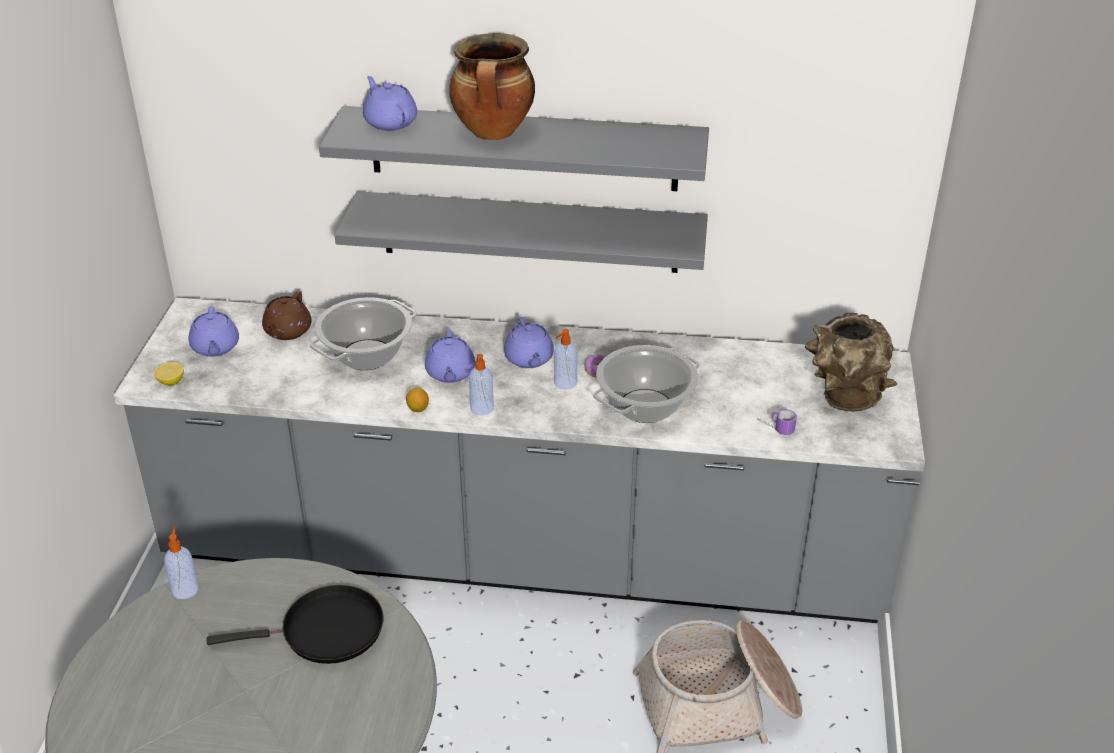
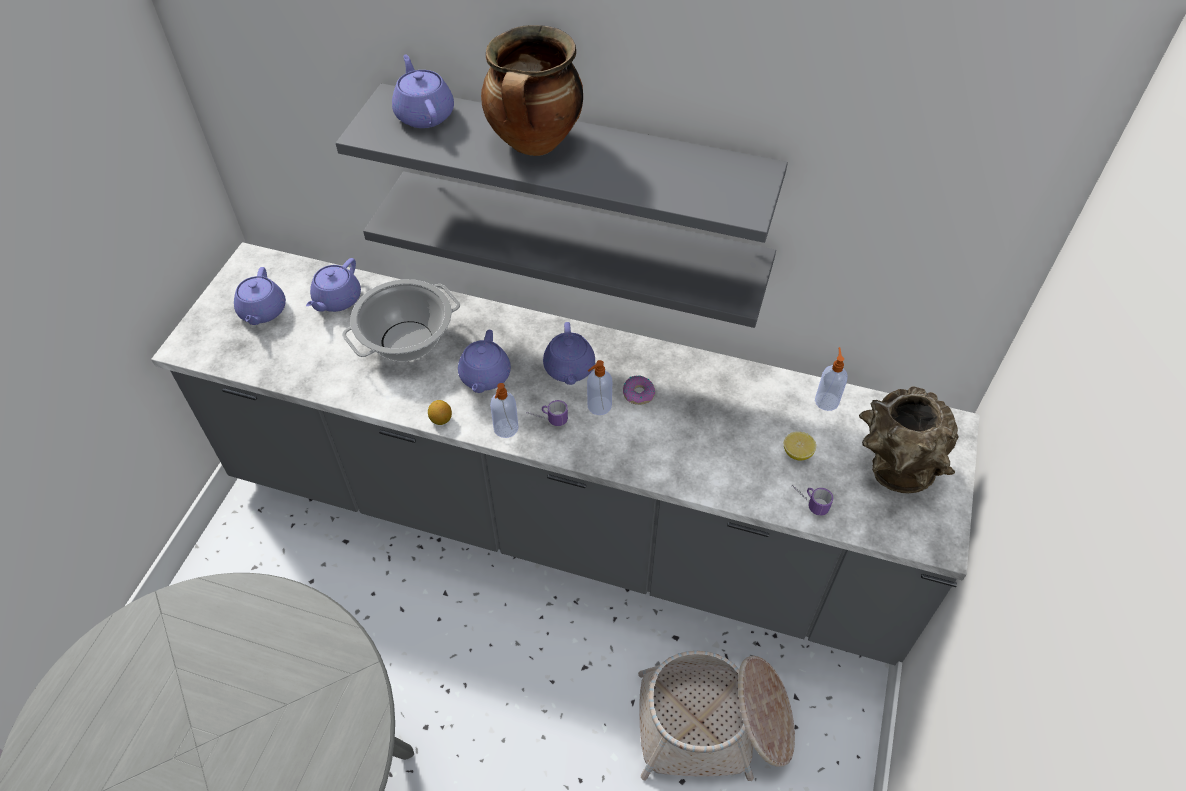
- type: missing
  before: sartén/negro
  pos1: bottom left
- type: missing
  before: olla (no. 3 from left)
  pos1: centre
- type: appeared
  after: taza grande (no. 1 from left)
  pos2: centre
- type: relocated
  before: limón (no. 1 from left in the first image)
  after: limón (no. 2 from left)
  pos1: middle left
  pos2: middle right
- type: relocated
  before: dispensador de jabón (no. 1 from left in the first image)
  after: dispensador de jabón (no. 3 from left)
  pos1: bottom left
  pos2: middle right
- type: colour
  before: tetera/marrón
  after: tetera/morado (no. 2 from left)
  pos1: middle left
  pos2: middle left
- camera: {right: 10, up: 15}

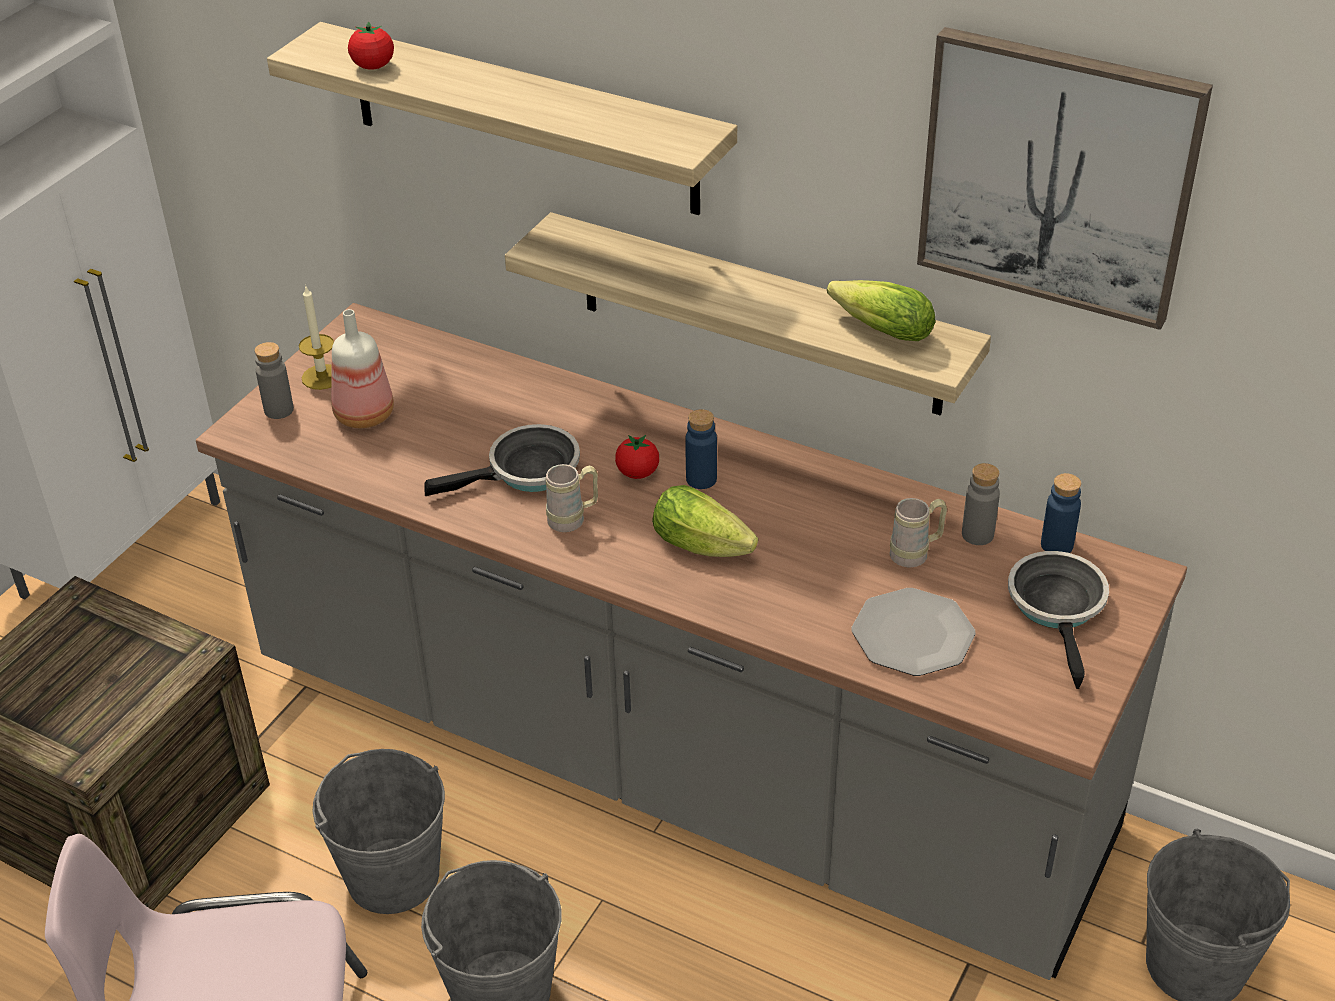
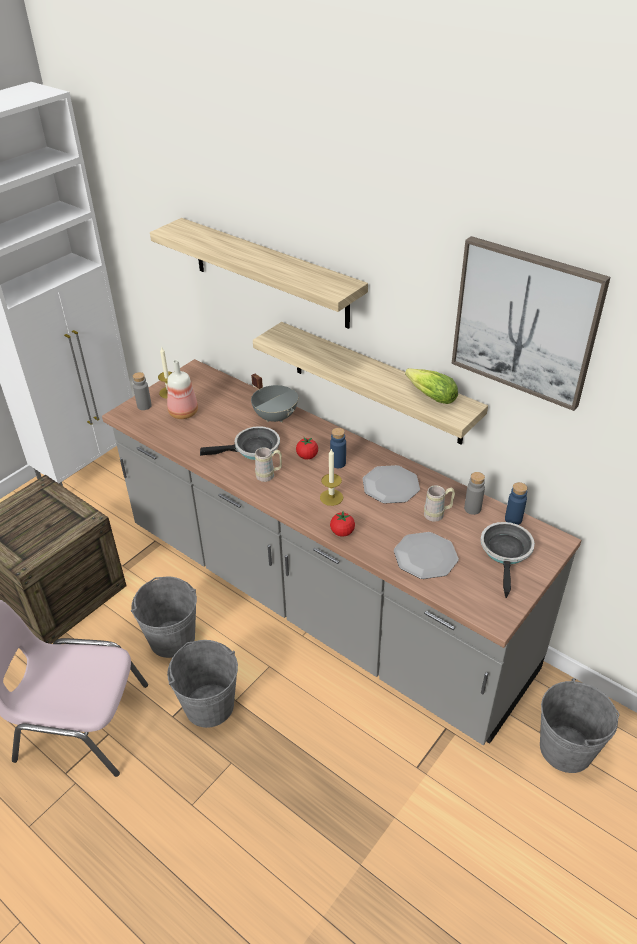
- type: appeared
  after: olla/gris
  pos2: centre
- type: appeared
  after: plato (no. 1 from left)
  pos2: centre
- type: relocated
  before: tomate (no. 1 from left in the first image)
  after: tomate (no. 2 from left)
  pos1: top left
  pos2: centre
- type: exchanged
  before: lechuga (no. 1 from left)
  after: vela (no. 2 from left)
  pos1: centre
  pos2: centre
- camera: {right: 10, up: 0}

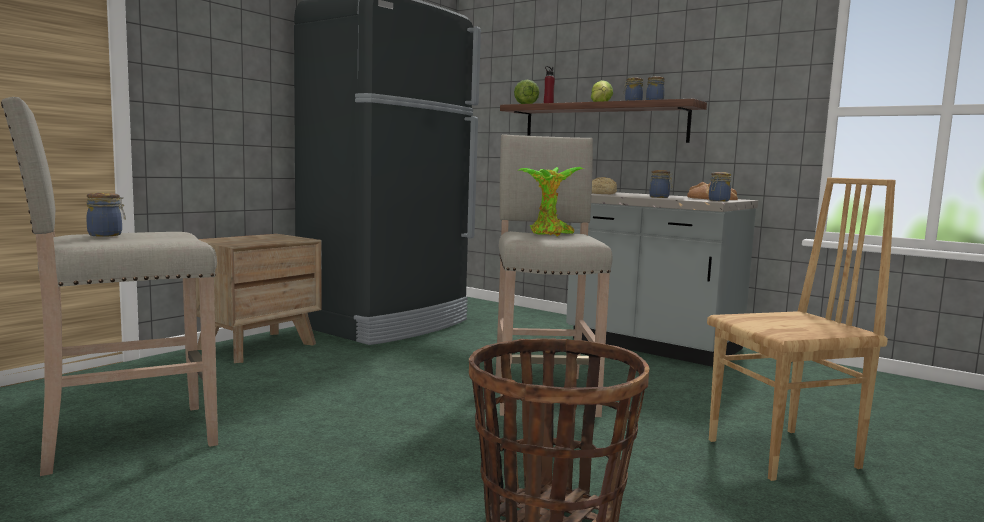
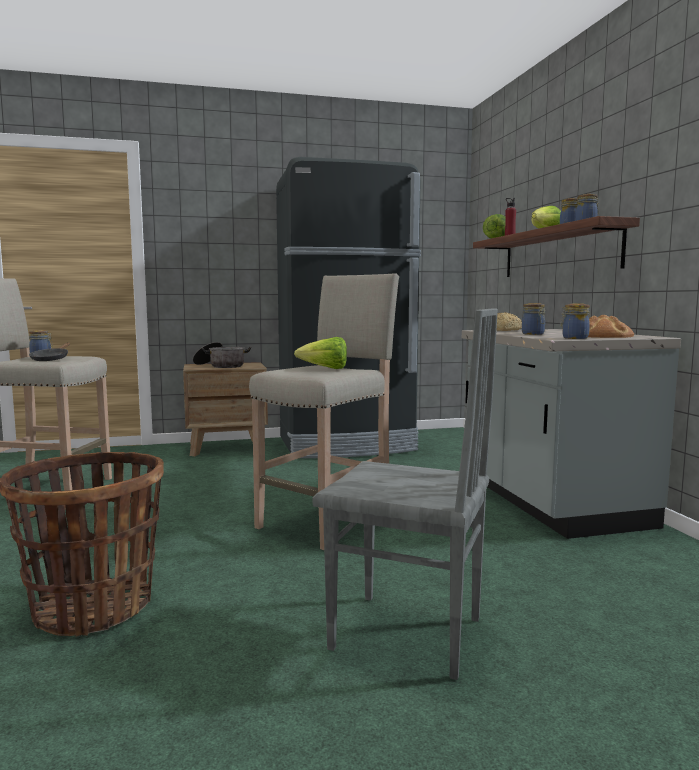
- type: appeared
  after: sartén/negro
  pos2: middle left
- type: appeared
  after: olla
  pos2: middle left
- type: exchanged
  before: planta en maceta
  after: lechuga (no. 1 from left)
  pos1: centre
  pos2: centre
- type: colour
  before: silla/marrón
  after: silla/gris
  pos1: middle right
  pos2: centre
- camera: {right: 40, up: 0}

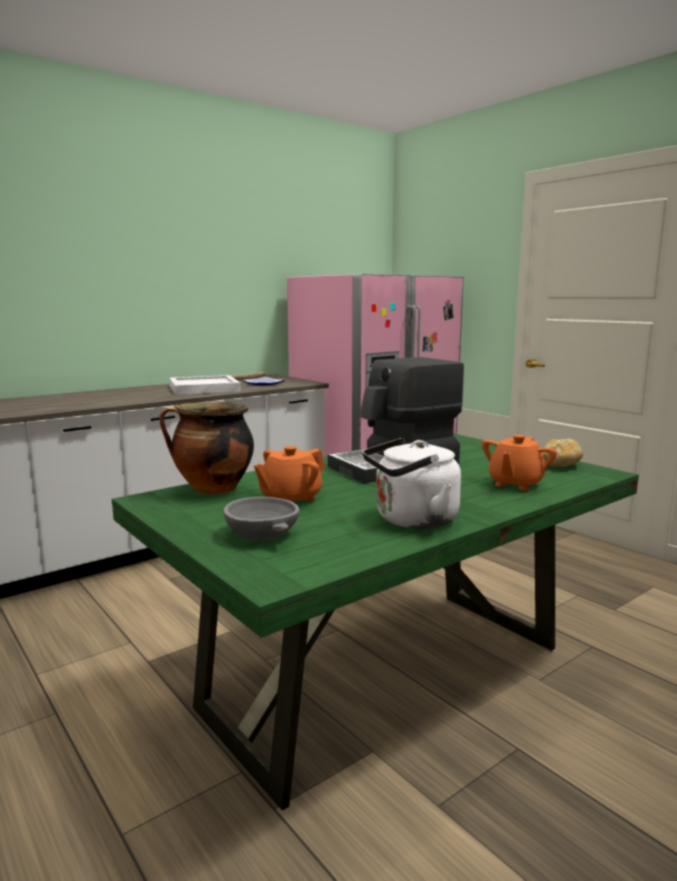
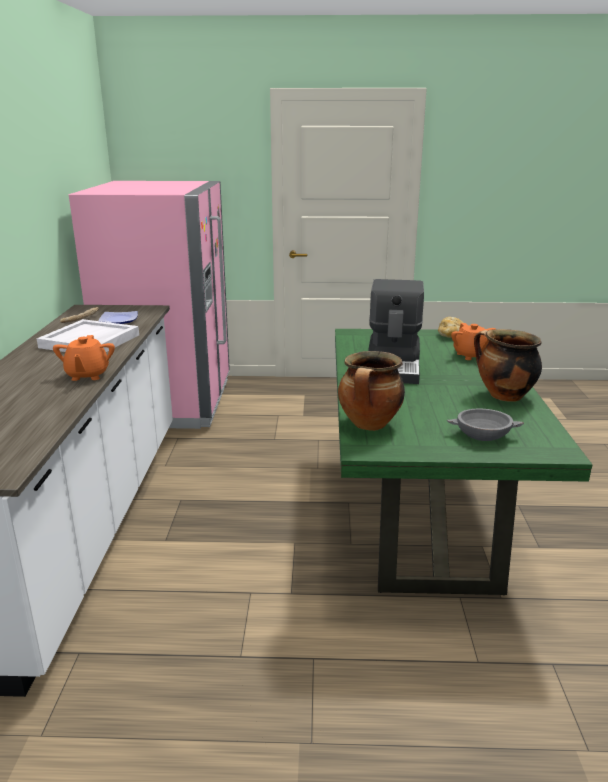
- type: relocated
  before: tetera/naranja (no. 1 from left)
  pos1: centre
  pos2: middle left
- type: exchanged
  before: hervidor/blanco
  after: olla (no. 2 from left)
  pos1: centre
  pos2: middle right
- camera: {right: -50, up: 10}

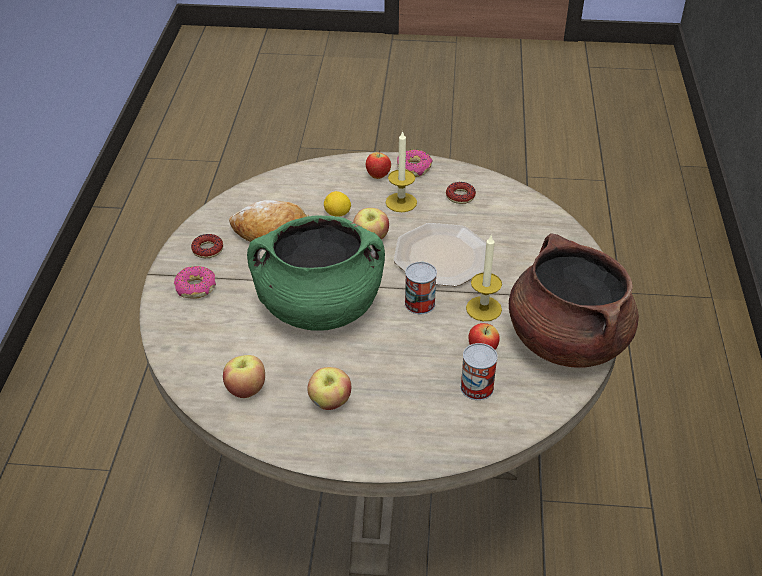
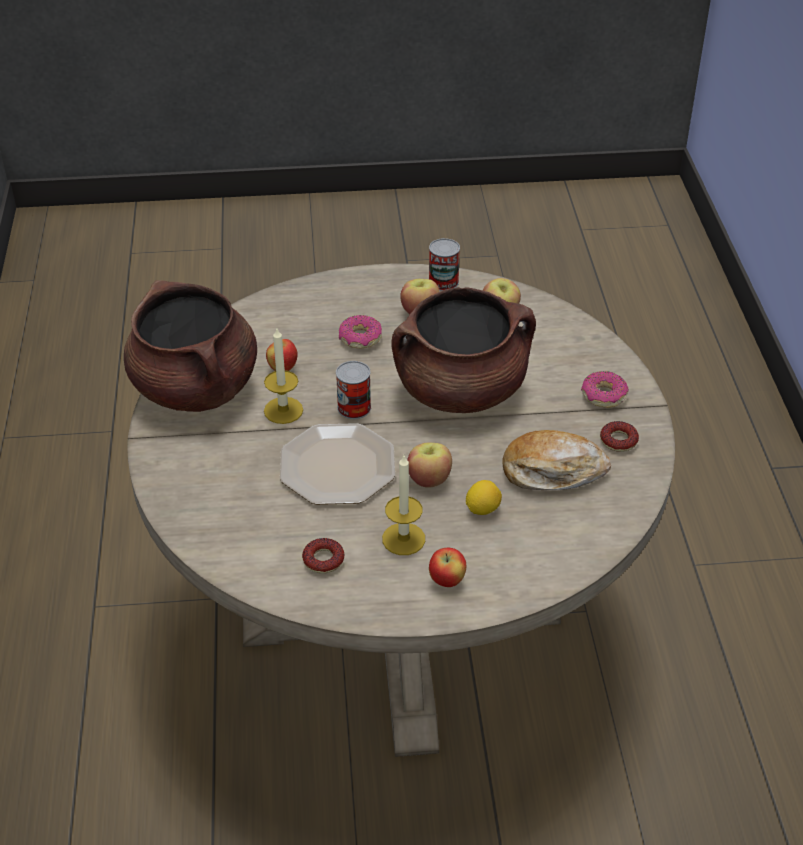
- type: relocated
  before: rosquilla (no. 3 from left in the first image)
  after: rosquilla (no. 2 from left)
  pos1: top centre
  pos2: centre
- type: relocated
  before: lata (no. 2 from left)
  pos1: centre
  pos2: top centre
- type: colour
  before: olla/verde
  after: olla/marrón (no. 2 from left)
  pos1: centre
  pos2: centre
- camera: {right: 170, up: 0}

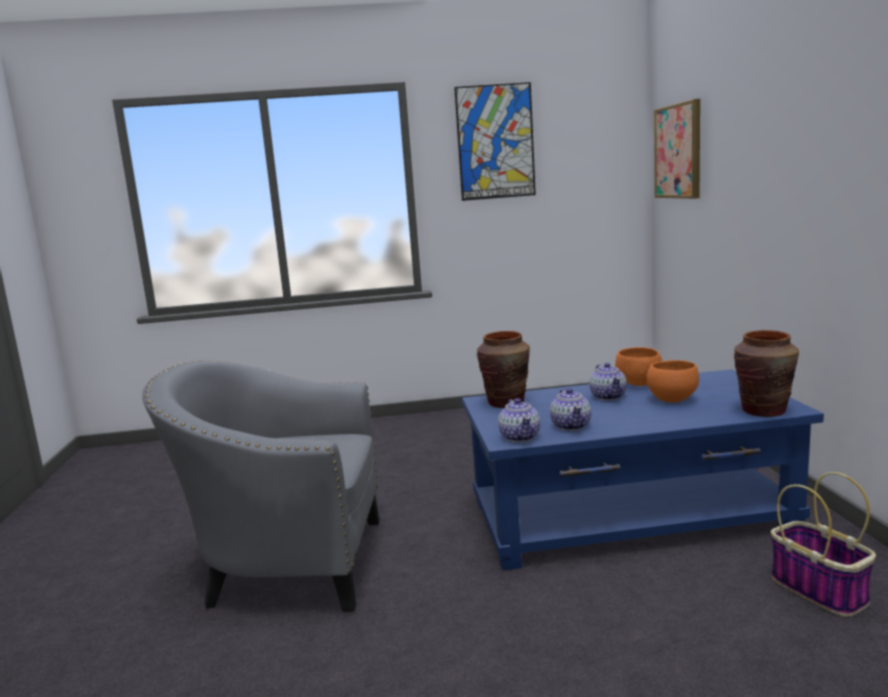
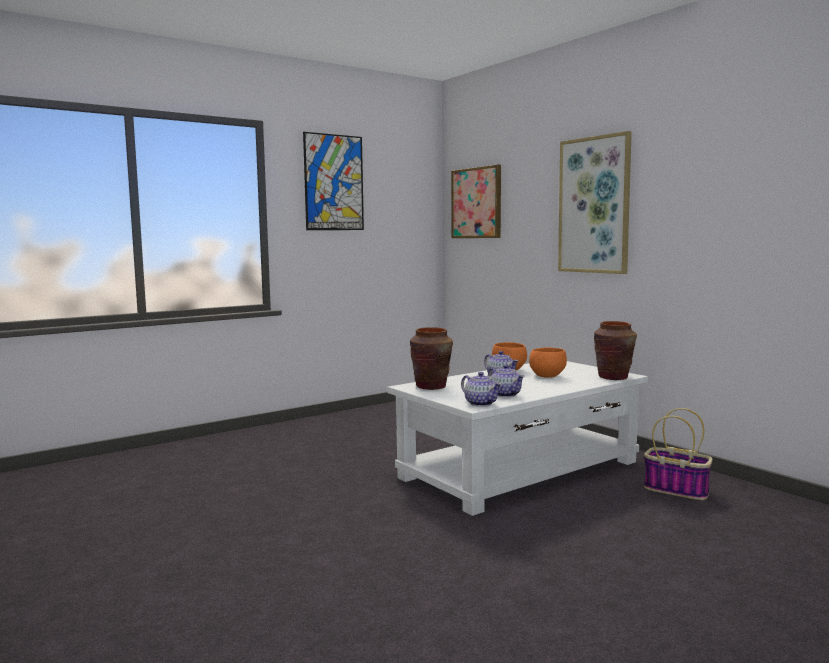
- type: missing
  before: sillón/gris
  pos1: bottom left
- type: appeared
  after: cuadro (no. 3 from left)
  pos2: top right
- type: colour
  before: mesa de centro/azul
  after: mesa de centro/blanco
  pos1: bottom right
  pos2: centre
- camera: {right: -30, up: -5}

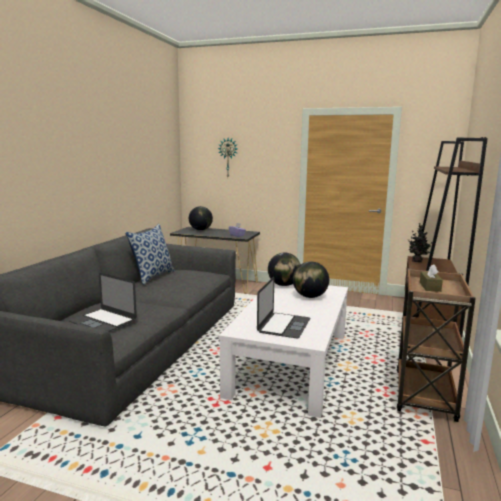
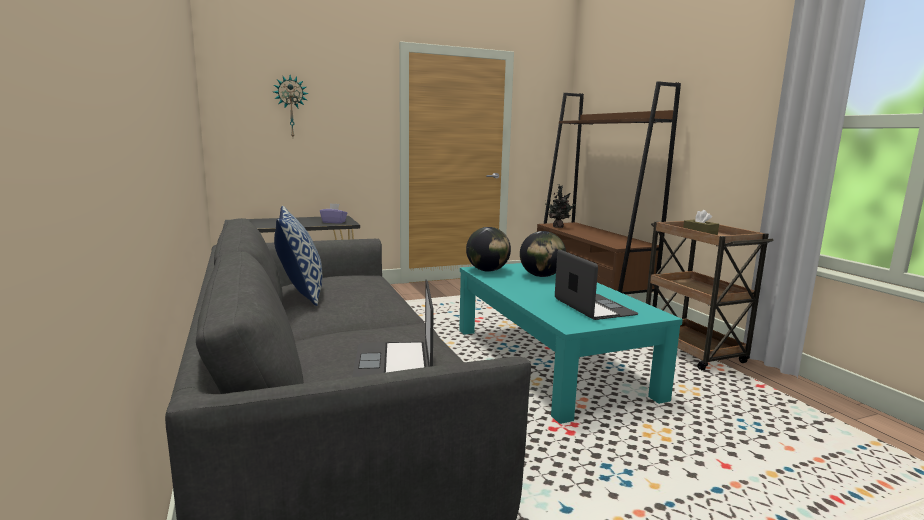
- type: missing
  before: globo terráqueo (no. 1 from left)
  pos1: centre
- type: colour
  before: mesa de centro/blanco
  after: mesa de centro/turquesa
  pos1: bottom centre
  pos2: centre
- type: spun
  before: portátil (no. 1 from left)
  pos1: middle left
  pos2: centre
  turn: 90
- camera: {right: -40, up: 0}

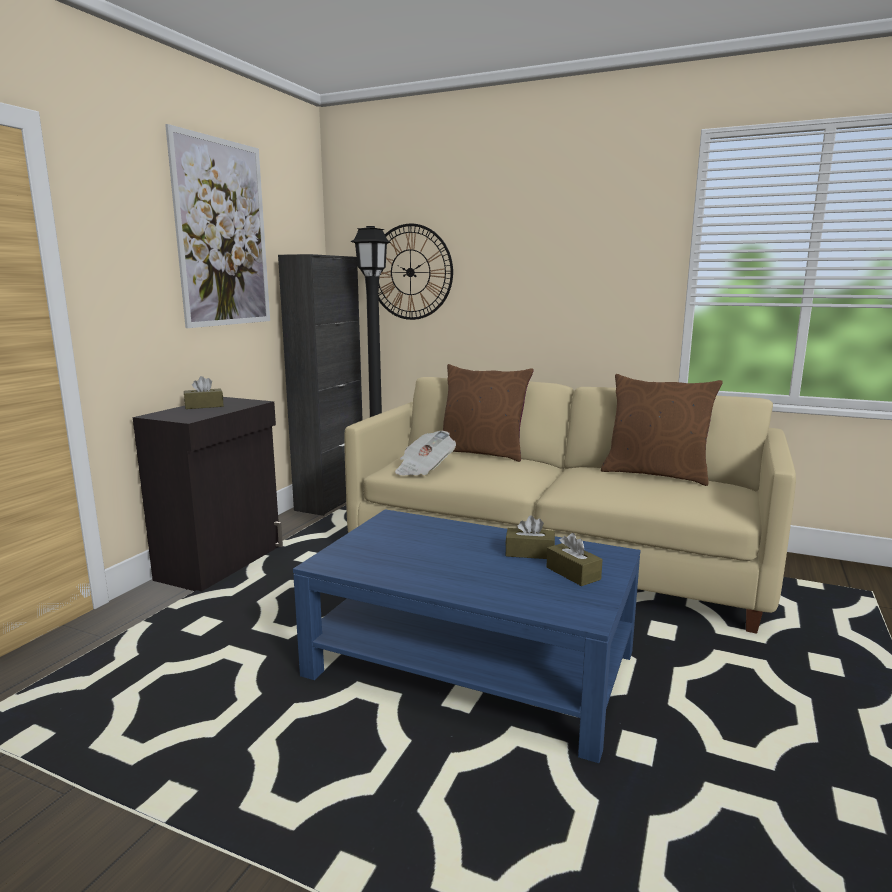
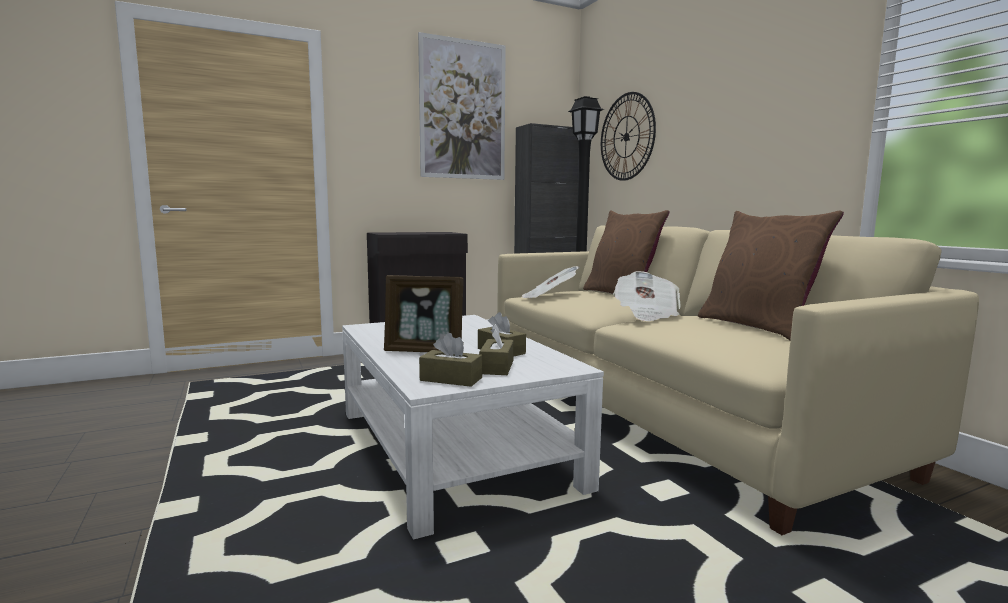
- type: appeared
  after: portarretratos
  pos2: centre
- type: appeared
  after: periódico (no. 2 from left)
  pos2: centre
- type: relocated
  before: caja de pañuelos/marrón (no. 1 from left)
  pos1: middle left
  pos2: centre
- type: colour
  before: mesa de centro/azul
  after: mesa de centro/blanco
  pos1: bottom centre
  pos2: bottom centre
- camera: {right: 40, up: -5}

